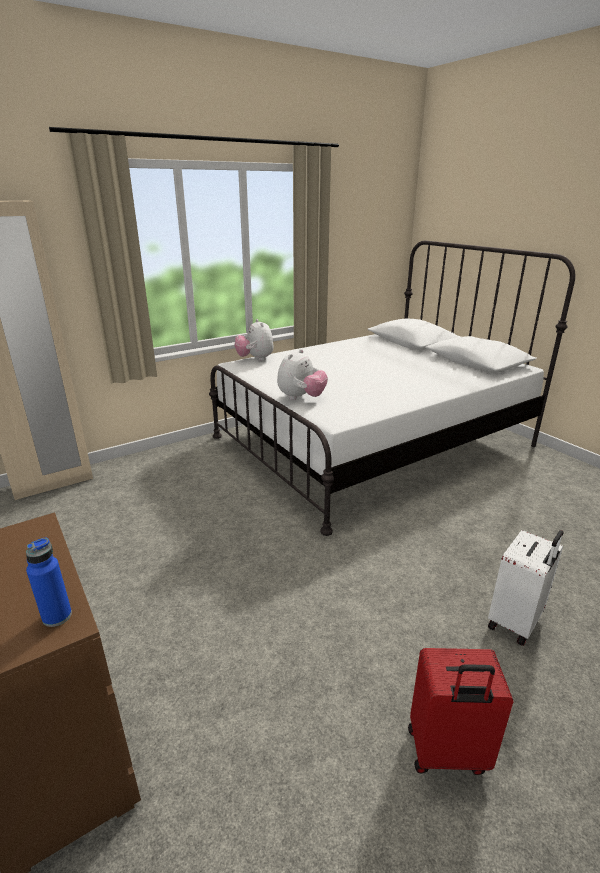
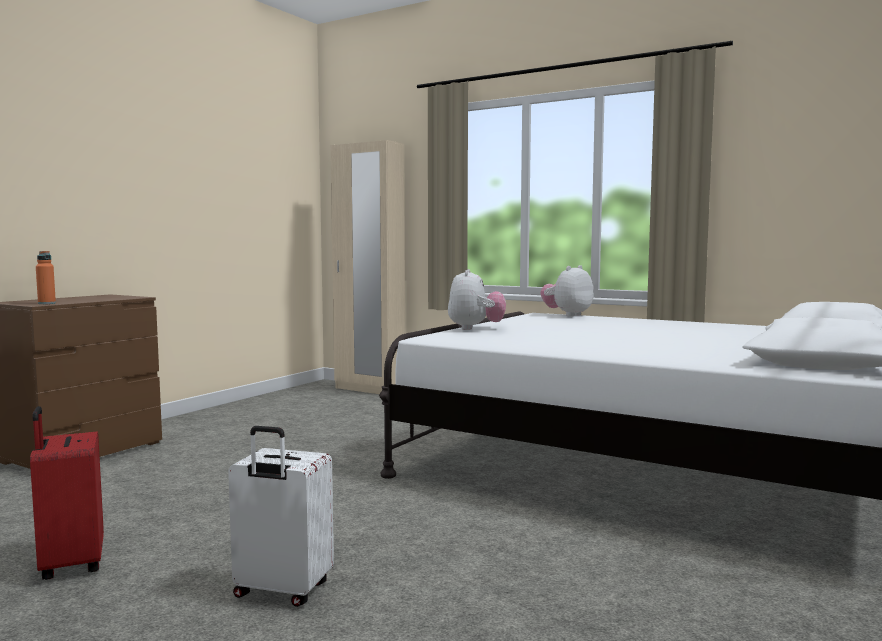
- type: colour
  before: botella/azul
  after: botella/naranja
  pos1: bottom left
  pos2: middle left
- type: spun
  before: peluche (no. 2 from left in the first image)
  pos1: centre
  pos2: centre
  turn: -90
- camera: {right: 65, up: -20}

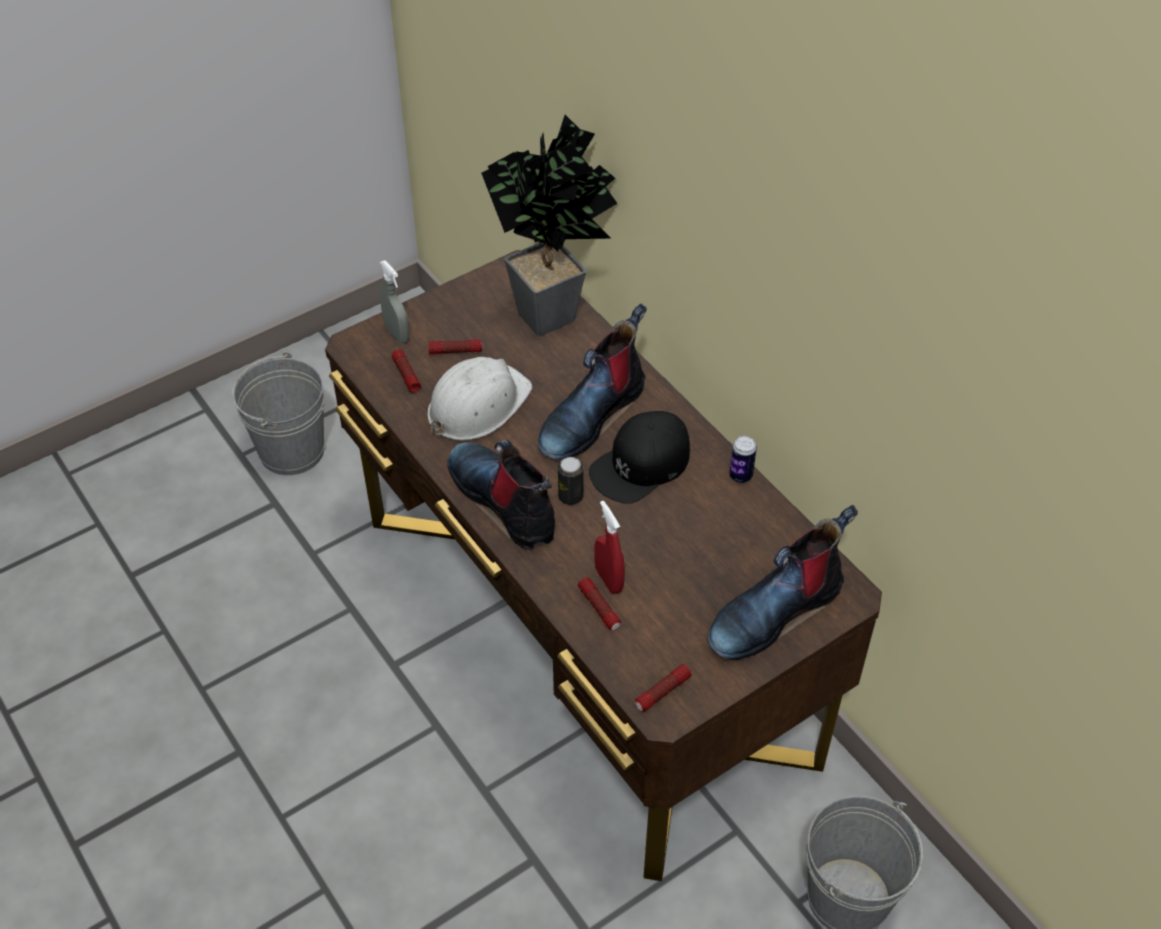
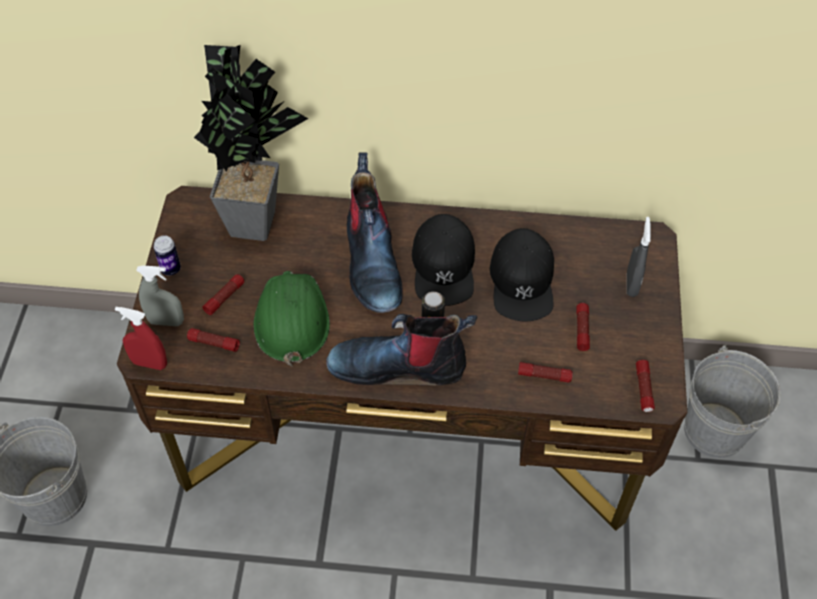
- type: appeared
  after: gorra/negro (no. 2 from left)
  pos2: centre
- type: appeared
  after: linterna (no. 4 from left)
  pos2: middle right
- type: relocated
  before: pulverizador/rojo
  pos1: centre
  pos2: middle left
- type: relocated
  before: lata (no. 2 from left in the first image)
  after: lata (no. 1 from left)
  pos1: centre
  pos2: middle left
- type: exchanged
  before: bota (no. 3 from left)
  after: pulverizador/gris (no. 2 from left)
  pos1: middle right
  pos2: middle right
- type: colour
  before: casco/blanco
  after: casco/verde
  pos1: centre
  pos2: centre
- camera: {right: -50, up: 5}

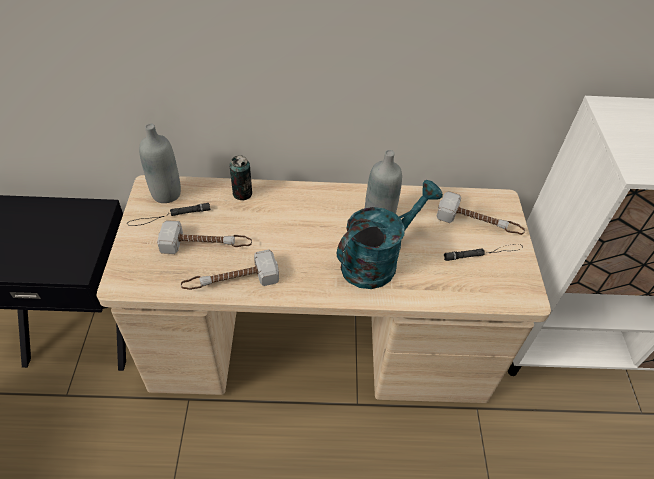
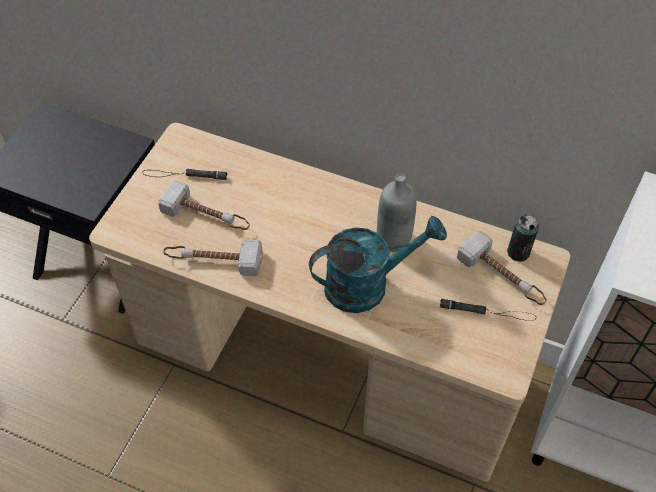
- type: missing
  before: botella/gris (no. 1 from left)
  pos1: middle left
- type: relocated
  before: lata
  pos1: centre
  pos2: middle right
- camera: {right: 25, up: 5}

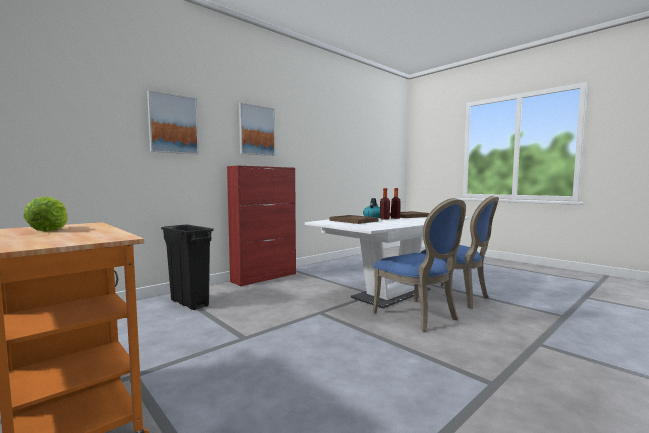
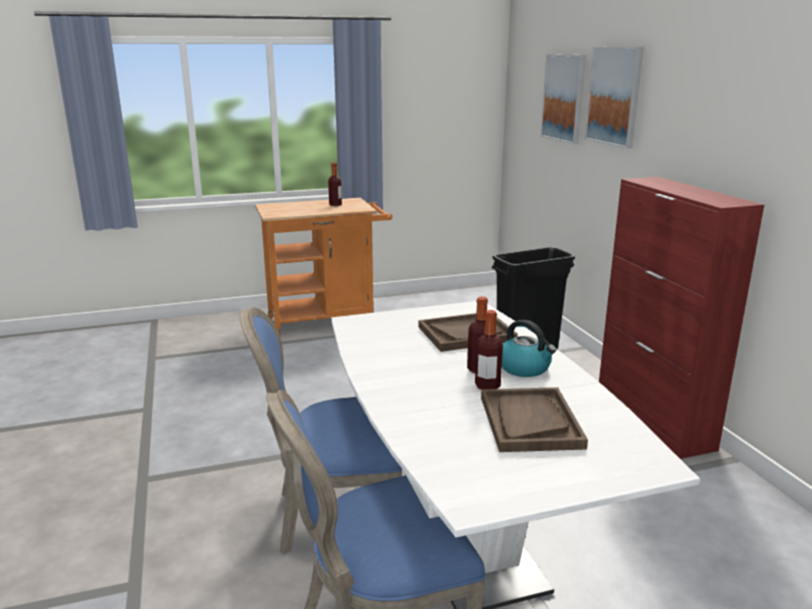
- type: relocated
  before: cuadro (no. 2 from left in the first image)
  after: cuadro (no. 1 from left)
  pos1: top centre
  pos2: top right
- type: exchanged
  before: lechuga
  after: botella (no. 1 from left)
  pos1: middle left
  pos2: top centre
- camera: {right: 115, up: 15}

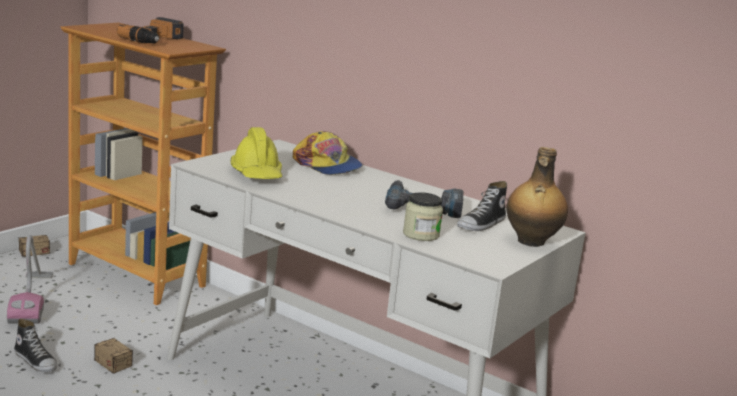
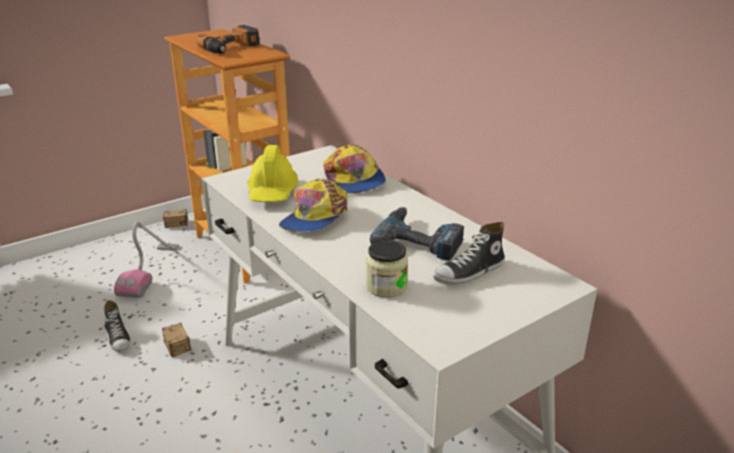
- type: missing
  before: botella
  pos1: middle right
- type: appeared
  after: gorra (no. 1 from left)
  pos2: centre
- camera: {right: 20, up: 10}

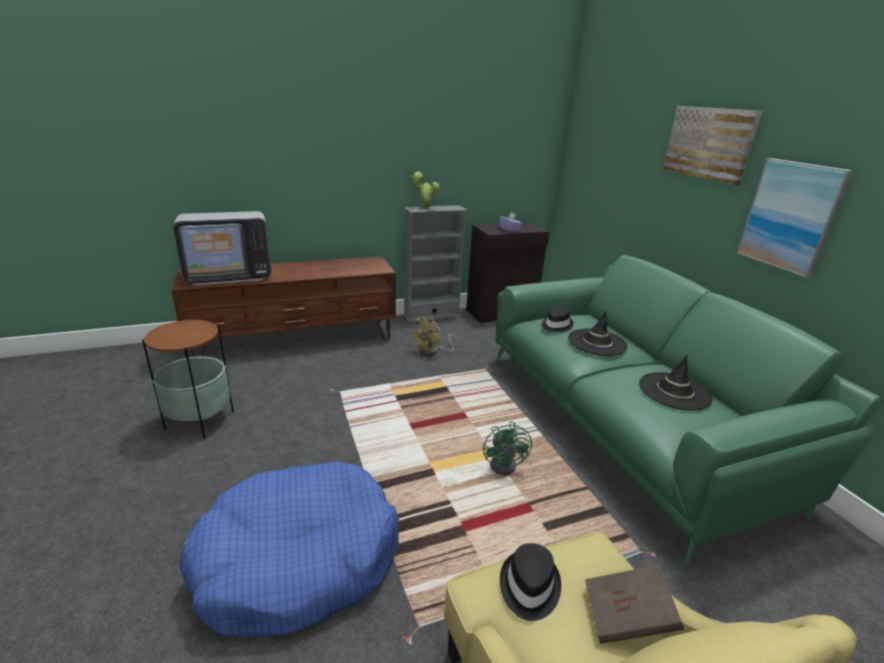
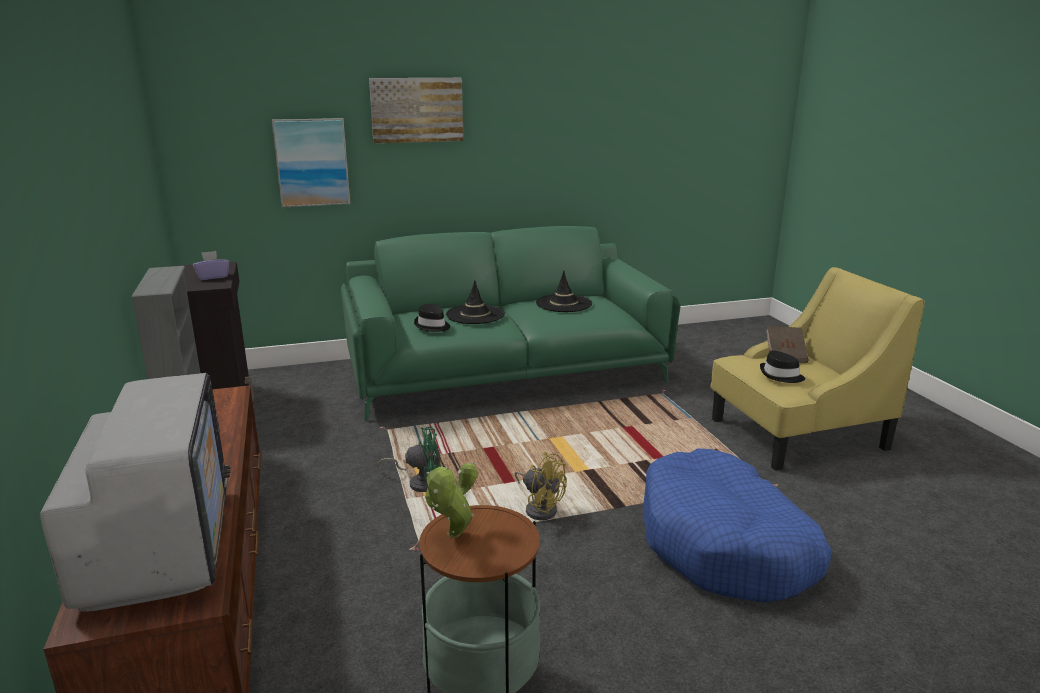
- type: relocated
  before: ventilador/amarillo
  pos1: centre
  pos2: bottom centre
- type: relocated
  before: planta en maceta
  pos1: top centre
  pos2: bottom centre
- type: relocated
  before: ventilador/verde
  pos1: bottom centre
  pos2: centre
- type: relocated
  before: cuadro (no. 2 from left in the first image)
  after: cuadro (no. 1 from left)
  pos1: top right
  pos2: top left
- camera: {right: -85, up: -5}

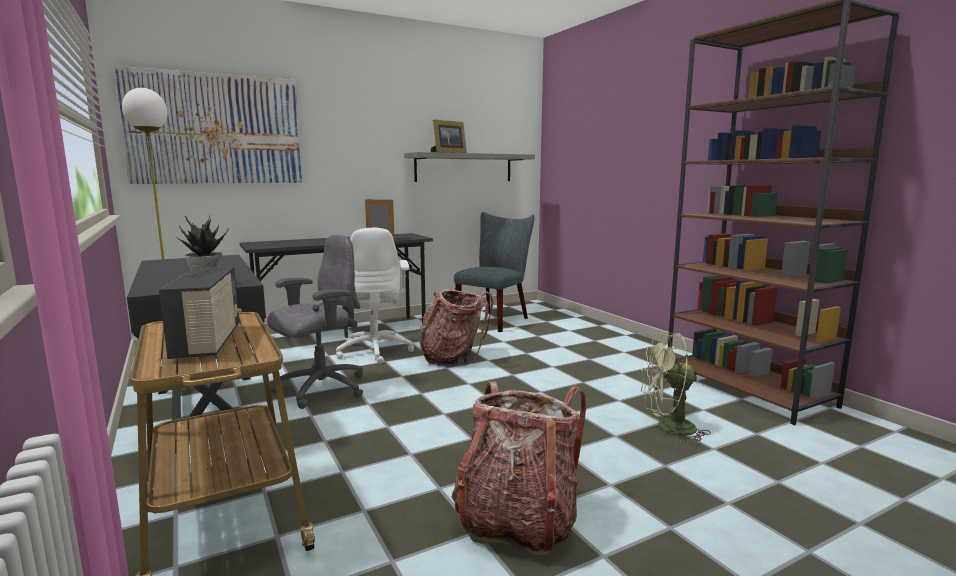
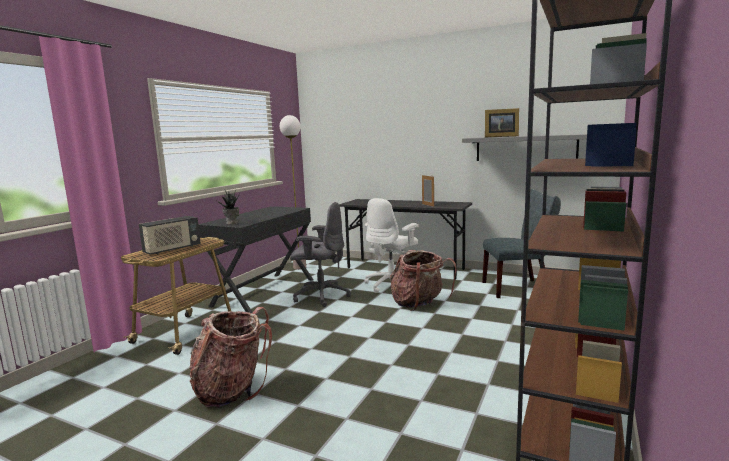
- type: missing
  before: cuadro
  pos1: top left
- type: missing
  before: ventilador/verde
  pos1: bottom right
- camera: {right: 55, up: 0}

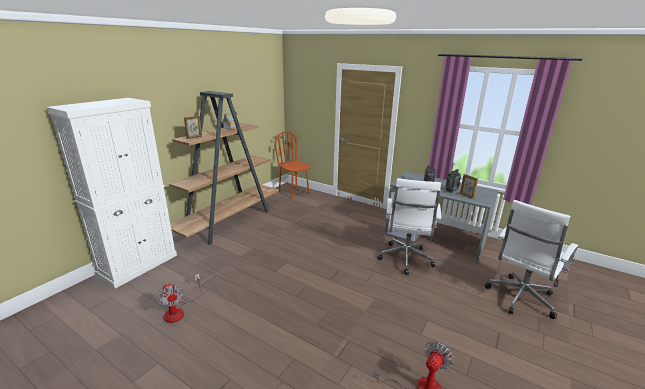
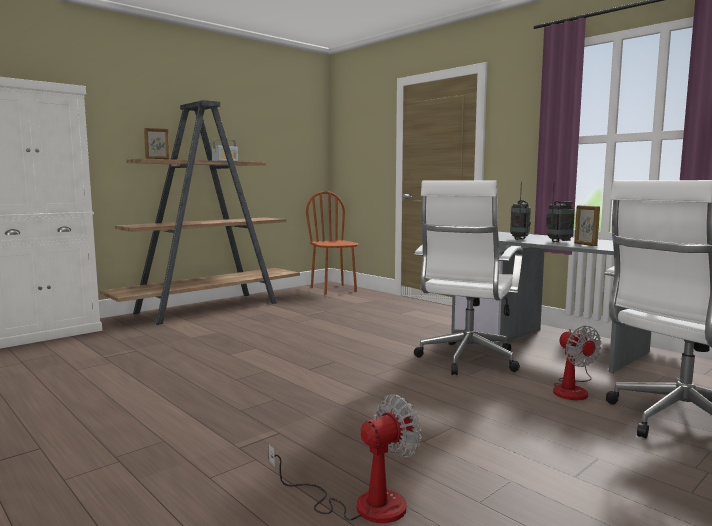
- type: relocated
  before: ventilador (no. 1 from left in the first image)
  after: ventilador (no. 2 from left)
  pos1: bottom left
  pos2: bottom right
- camera: {right: 15, up: -15}

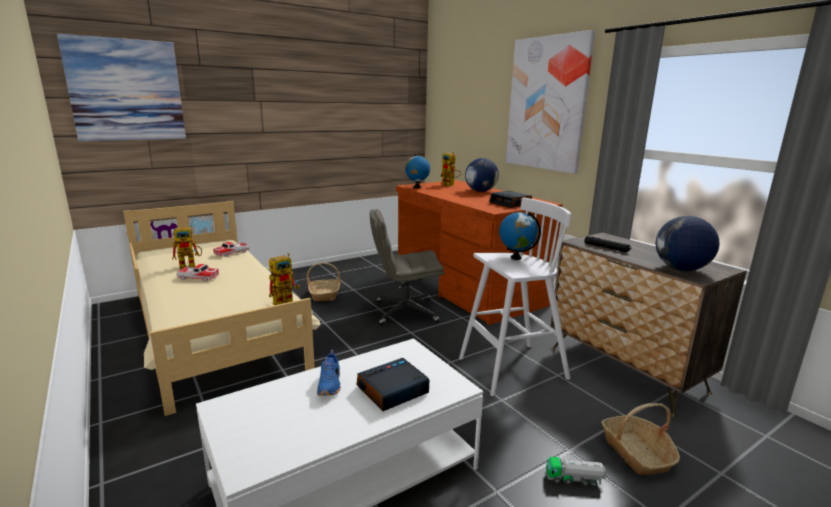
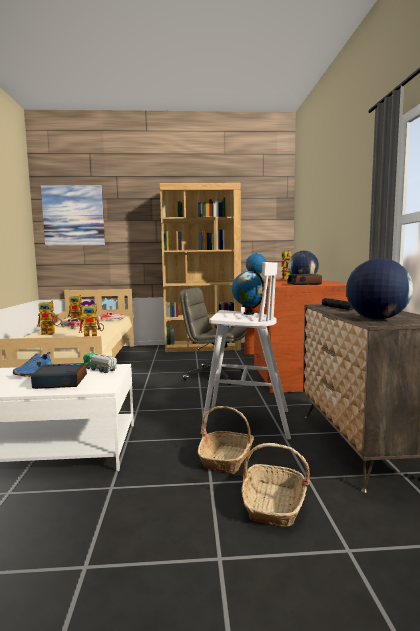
- type: missing
  before: cuadro (no. 2 from left)
  pos1: top centre
- type: appeared
  after: robot de juguete (no. 1 from left)
  pos2: middle left
- type: appeared
  after: estantería/marrón
  pos2: centre
- type: relocated
  before: cesta (no. 1 from left)
  pos1: centre
  pos2: bottom centre
- type: relocated
  before: camión de juguete
  pos1: bottom right
  pos2: middle left
- camera: {right: 30, up: -10}

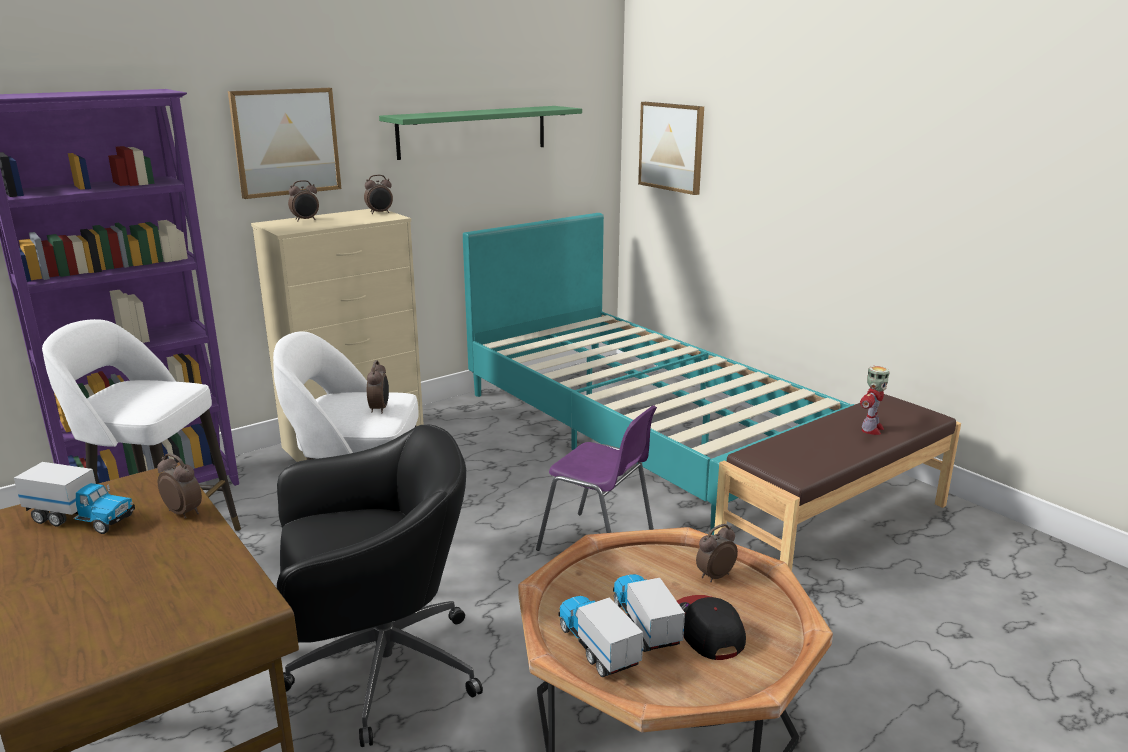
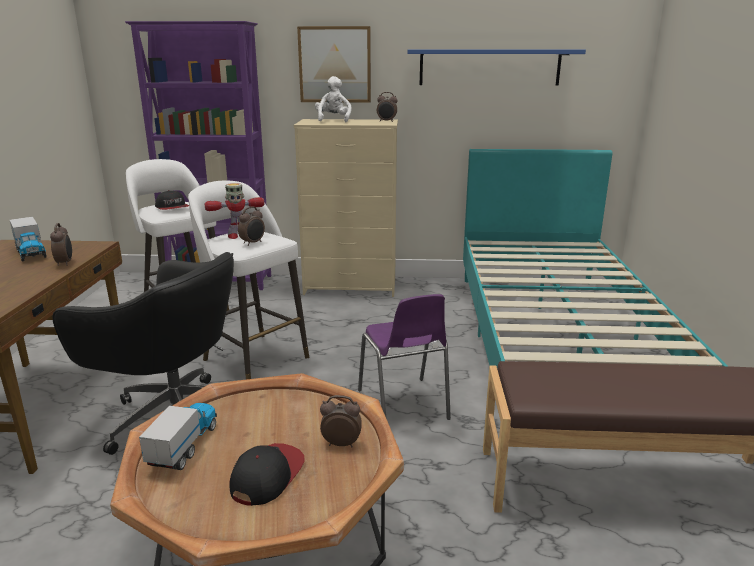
- type: missing
  before: camión de juguete (no. 3 from left)
  pos1: bottom centre
- type: missing
  before: cuadro (no. 2 from left)
  pos1: top centre
- type: appeared
  after: gorra (no. 1 from left)
  pos2: middle left
- type: relocated
  before: robot de juguete
  pos1: middle right
  pos2: middle left
- type: exchanged
  before: despertador (no. 2 from left)
  after: peluche/blanco
  pos1: top left
  pos2: top centre
- type: colour
  before: estante/verde
  after: estante/azul
  pos1: top centre
  pos2: top centre
- camera: {right: 40, up: 0}

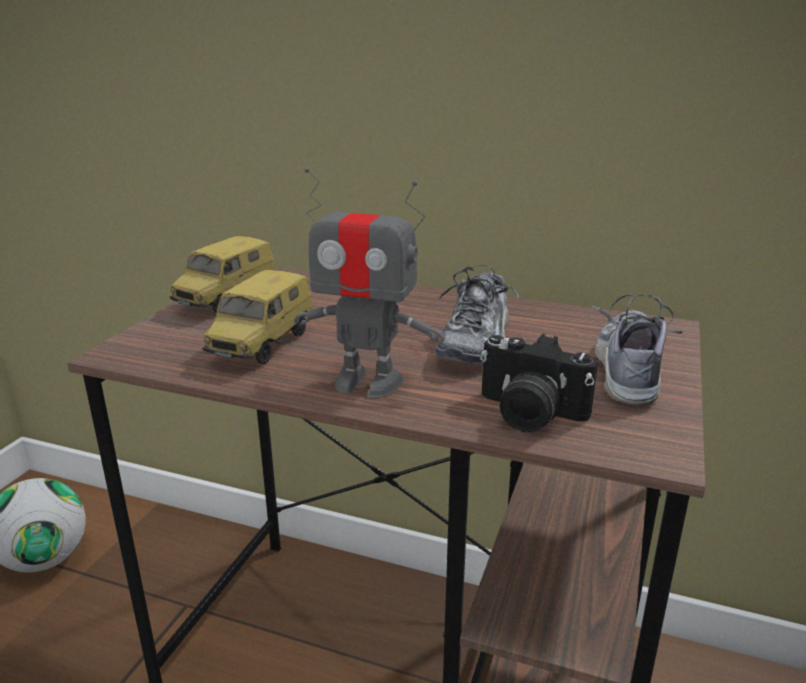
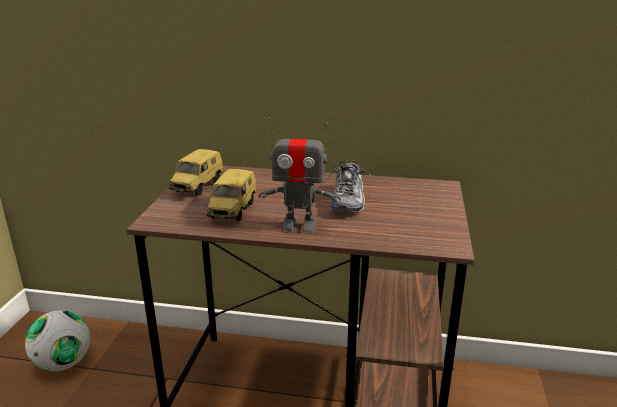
- type: missing
  before: cámara
  pos1: middle right
- type: missing
  before: zapato (no. 2 from left)
  pos1: middle right
- camera: {right: -10, up: 0}

